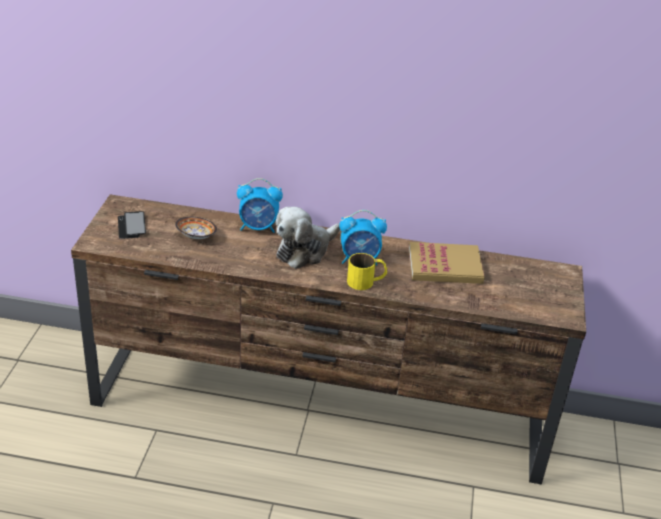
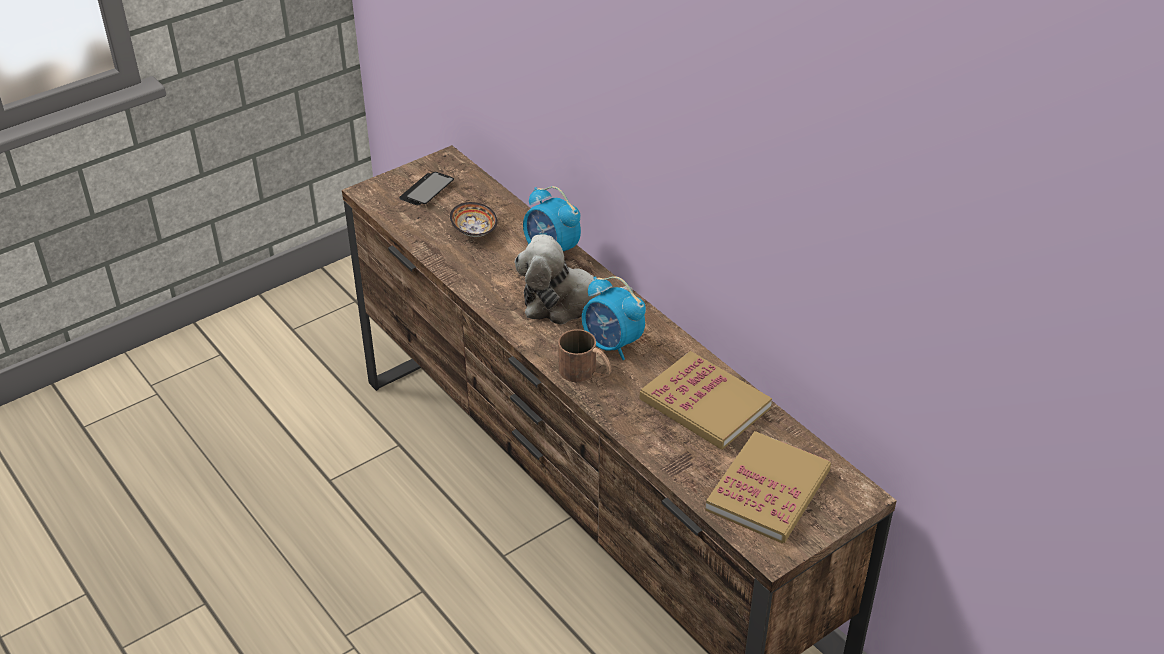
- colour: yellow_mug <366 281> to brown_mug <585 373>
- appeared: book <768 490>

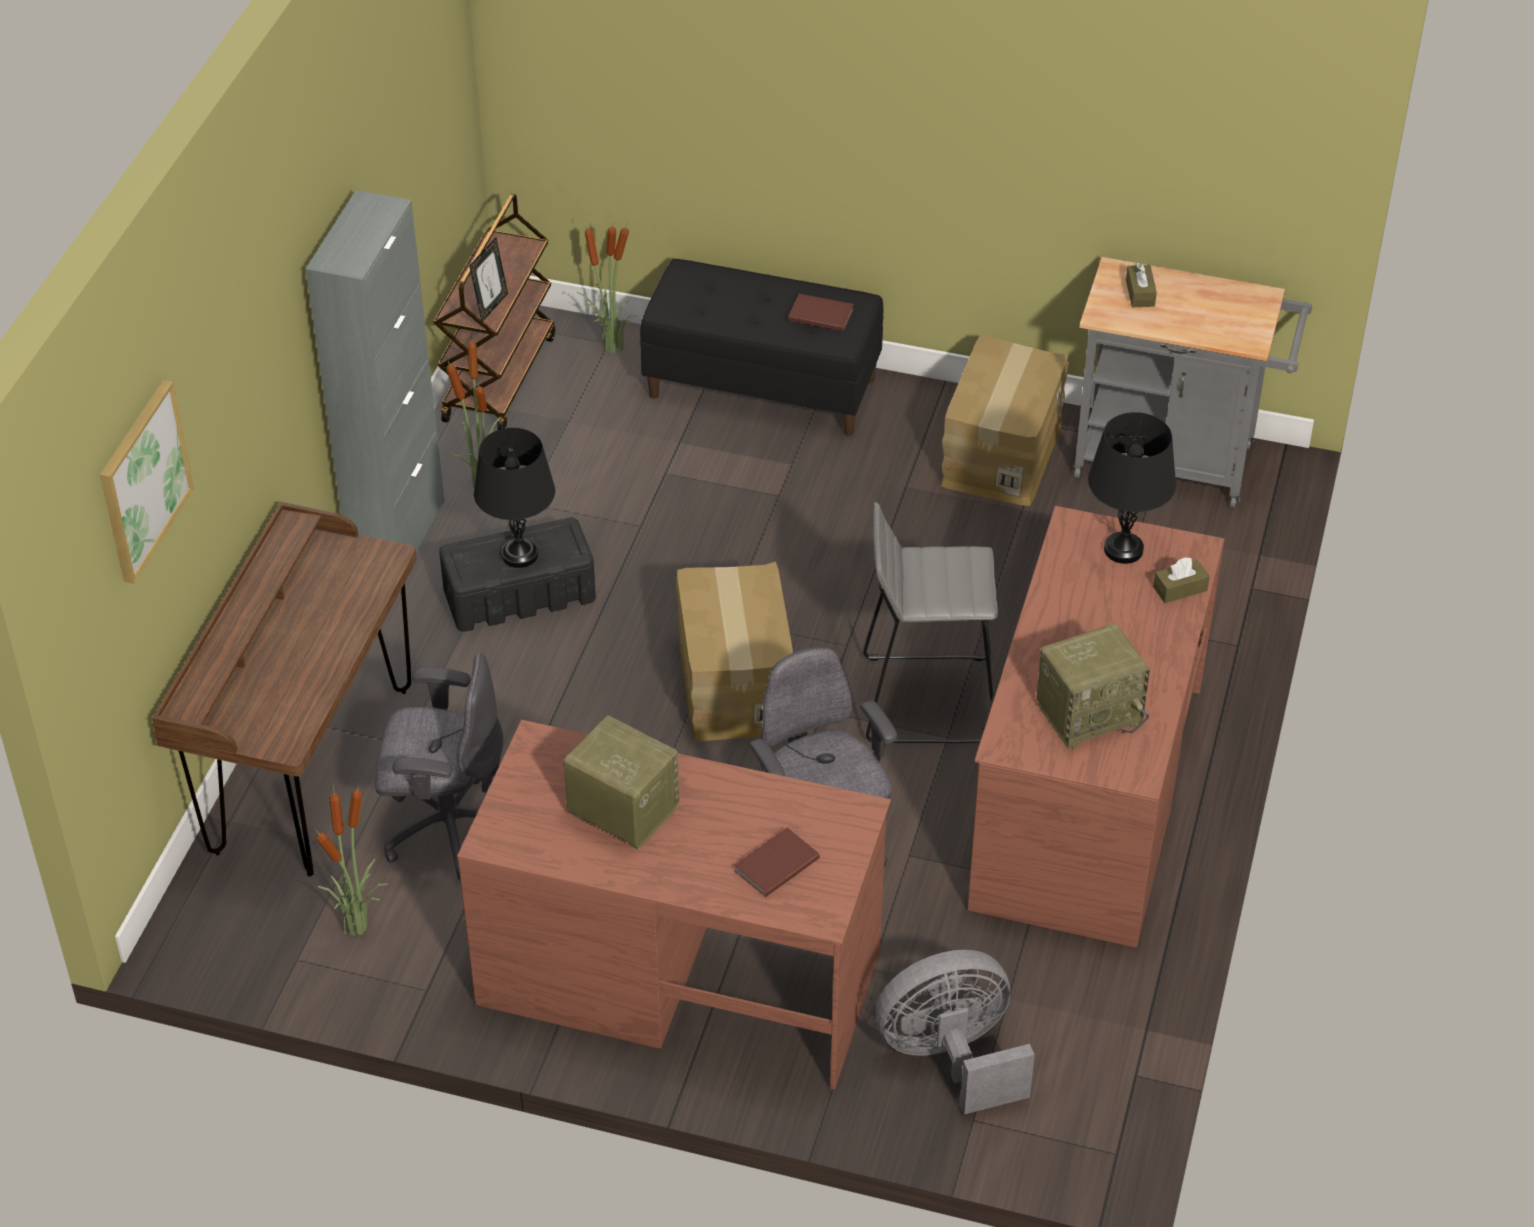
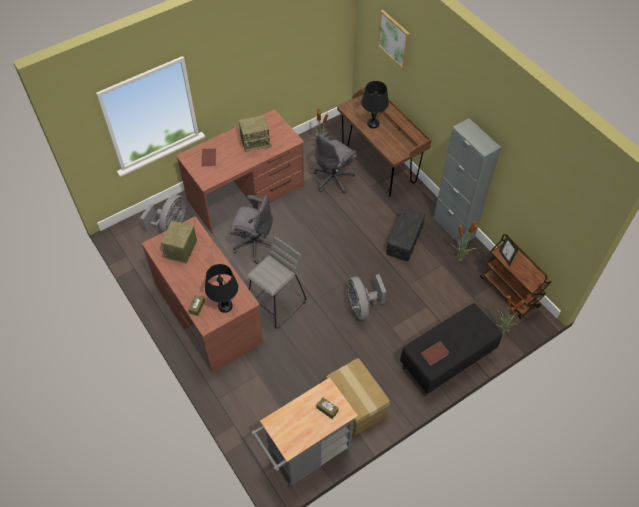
- appeared: grey_fan <362 306>
- relocated: black_table_lamp <519 555> to <373 124>
- missing: cardboard_box <733 684>

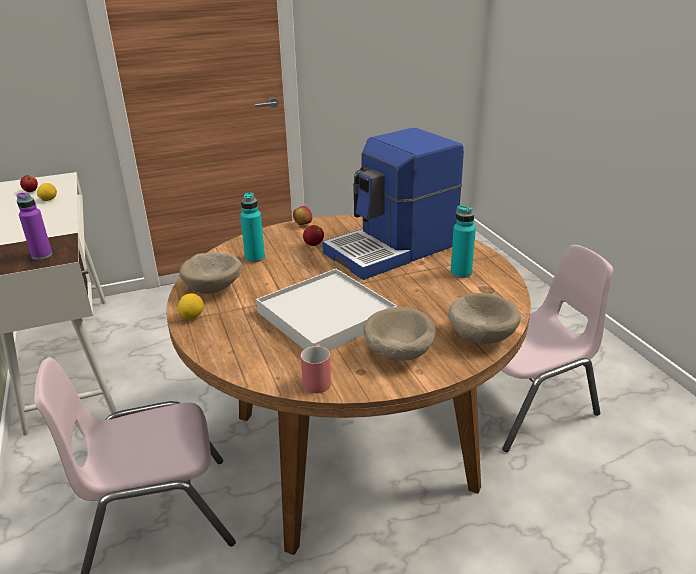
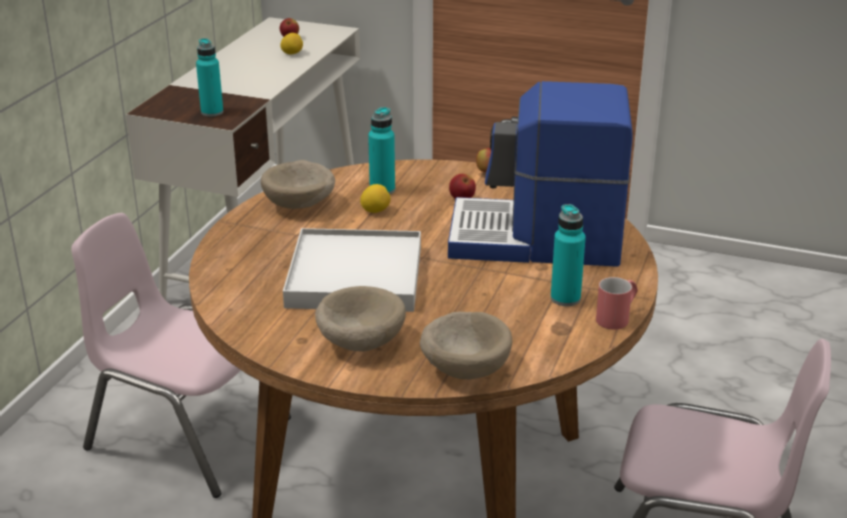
- colour: purple_bottle <42 255> to turquoise_bottle <212 112>
- relocated: lemon <192 317> to <375 211>
- relocated: red_mug <317 379> to <617 317>

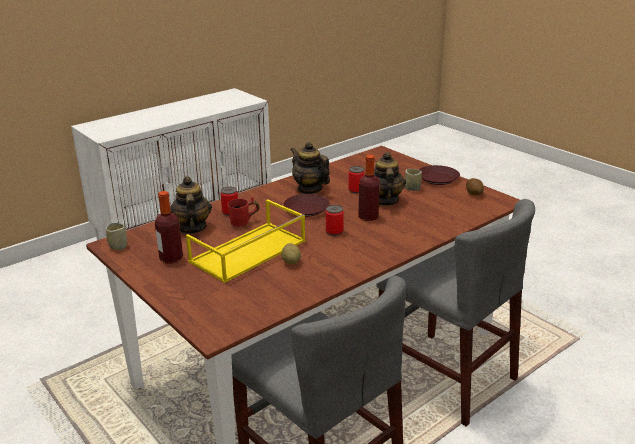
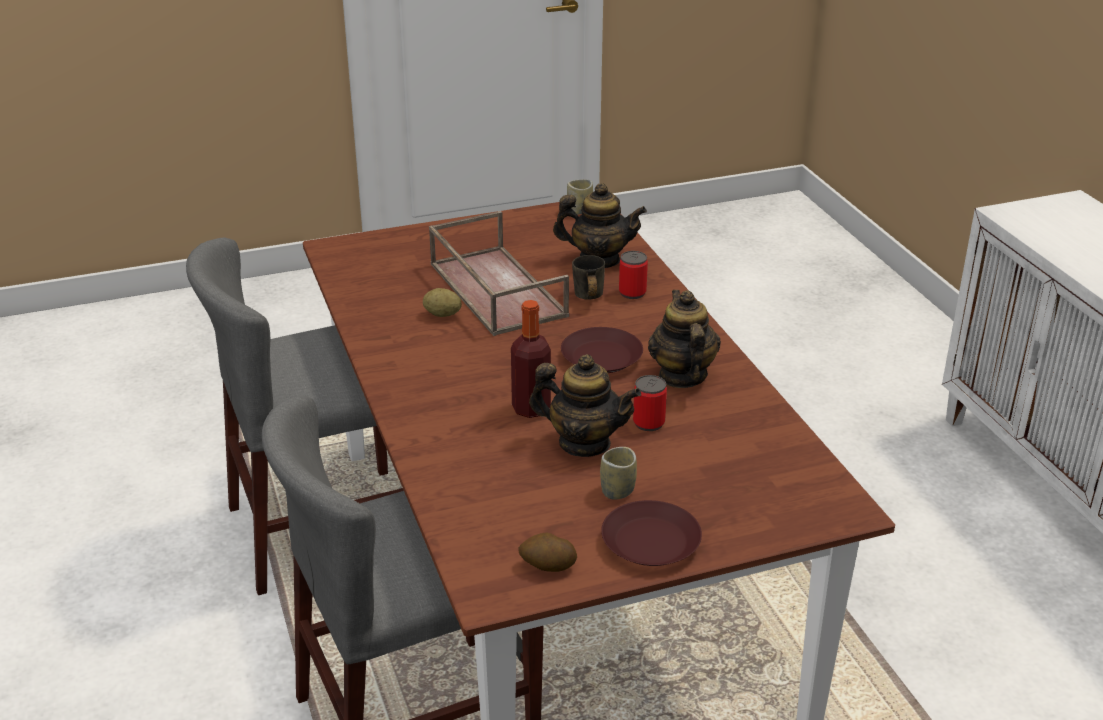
- colour: yellow_tray <248 252> to brown_tray <495 289>
- colour: red_mug <244 223> to grey_mug <586 298>
- spun: teapot <309 189> = <681 376> 75 degrees counterclockwise
- missing: bottle <171 258>
- missing: can <334 232>

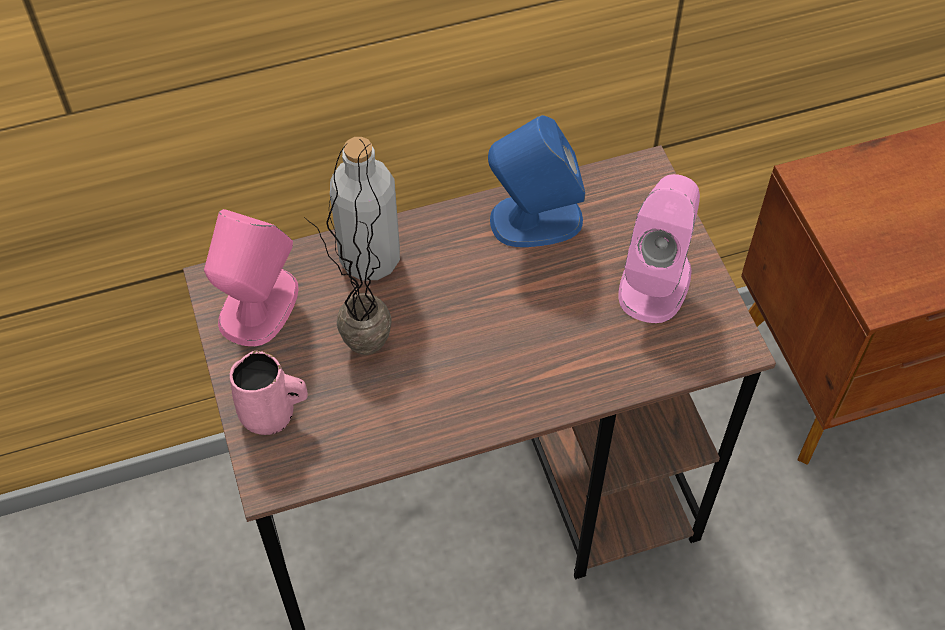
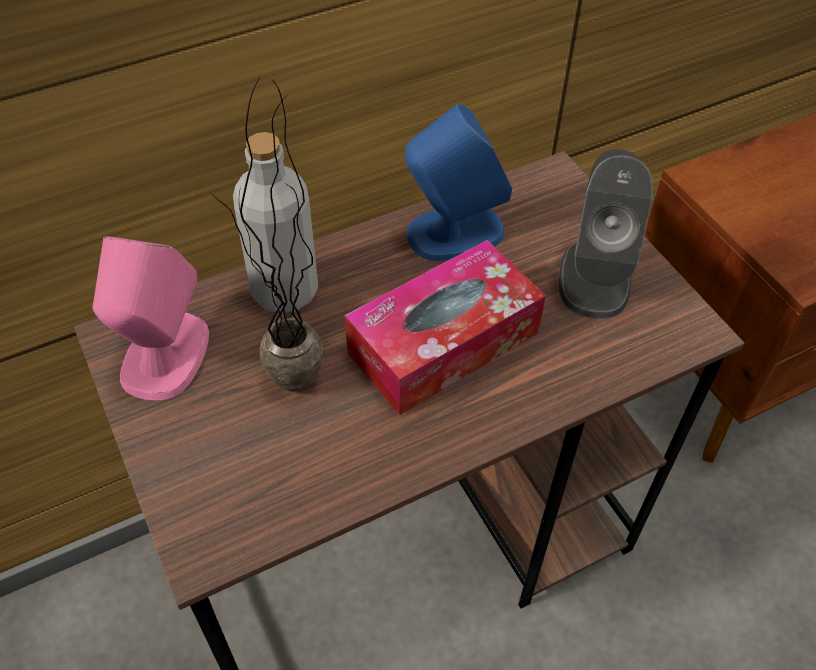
- appeared: tissue_box <443 343>
- colour: pink_speaker <655 281> to grey_speaker <595 277>
- missing: pink_mug <271 415>

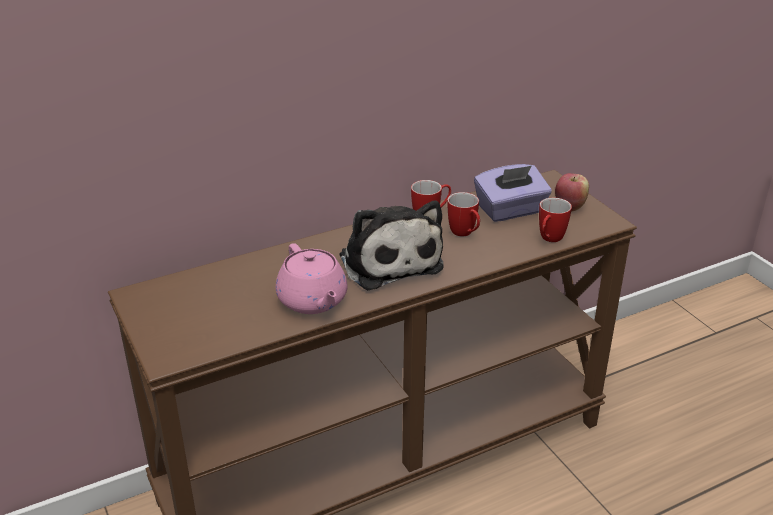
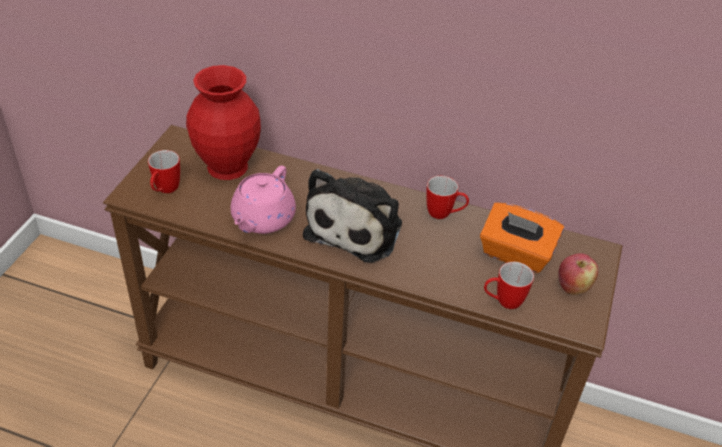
- relocated: mug <465 234> to <165 191>
- appeared: red_vase <229 166>
- colour: purple_tissue_box <510 210> to orange_tissue_box <515 254>

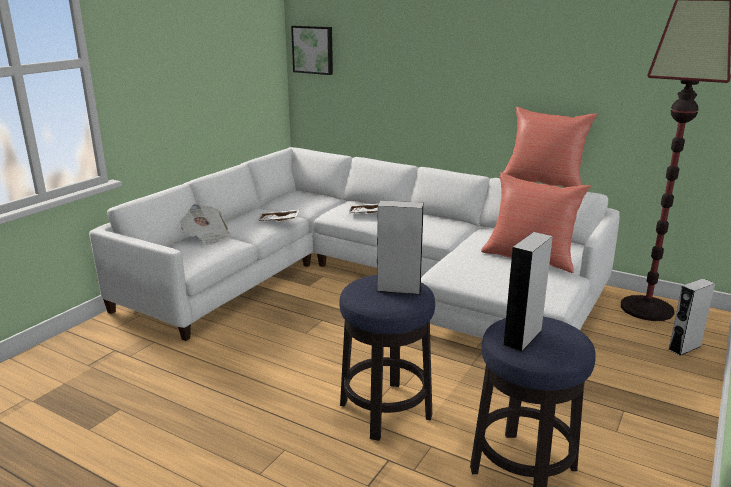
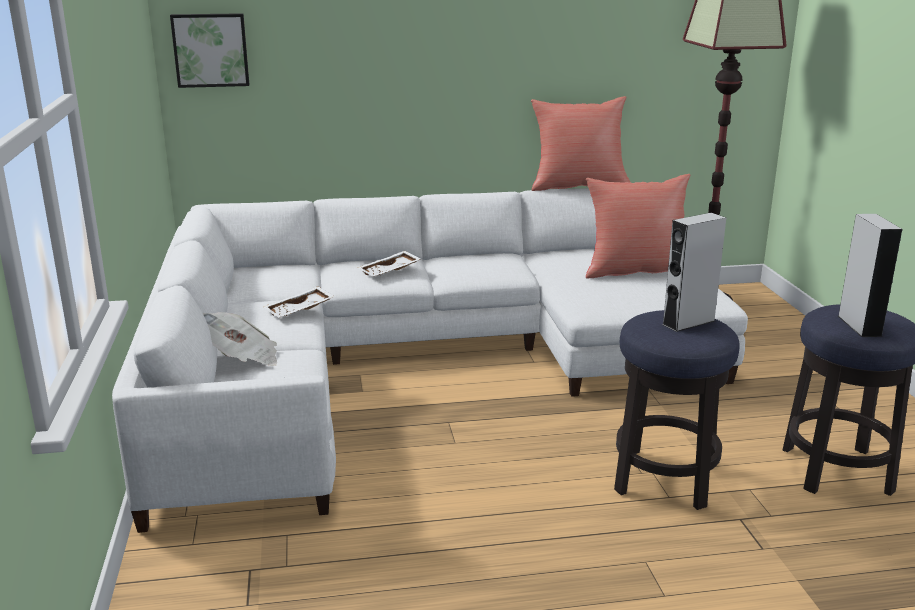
- missing: grey_speaker <684 347>

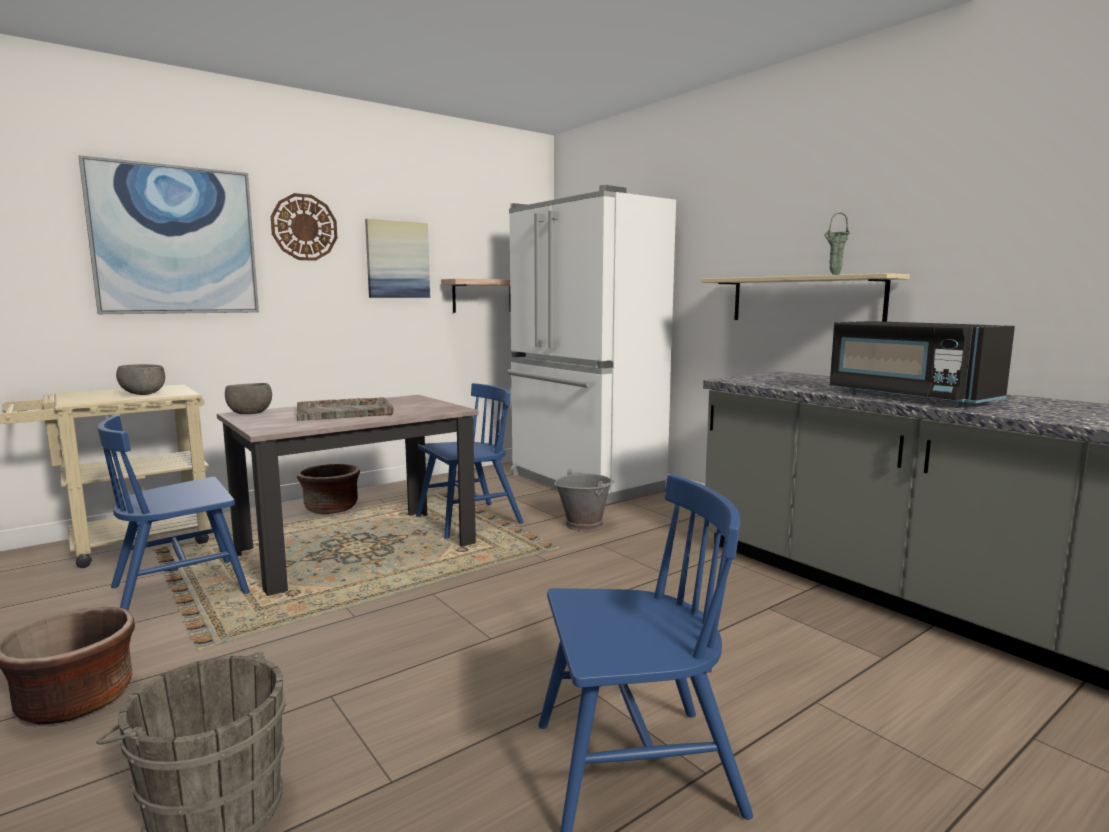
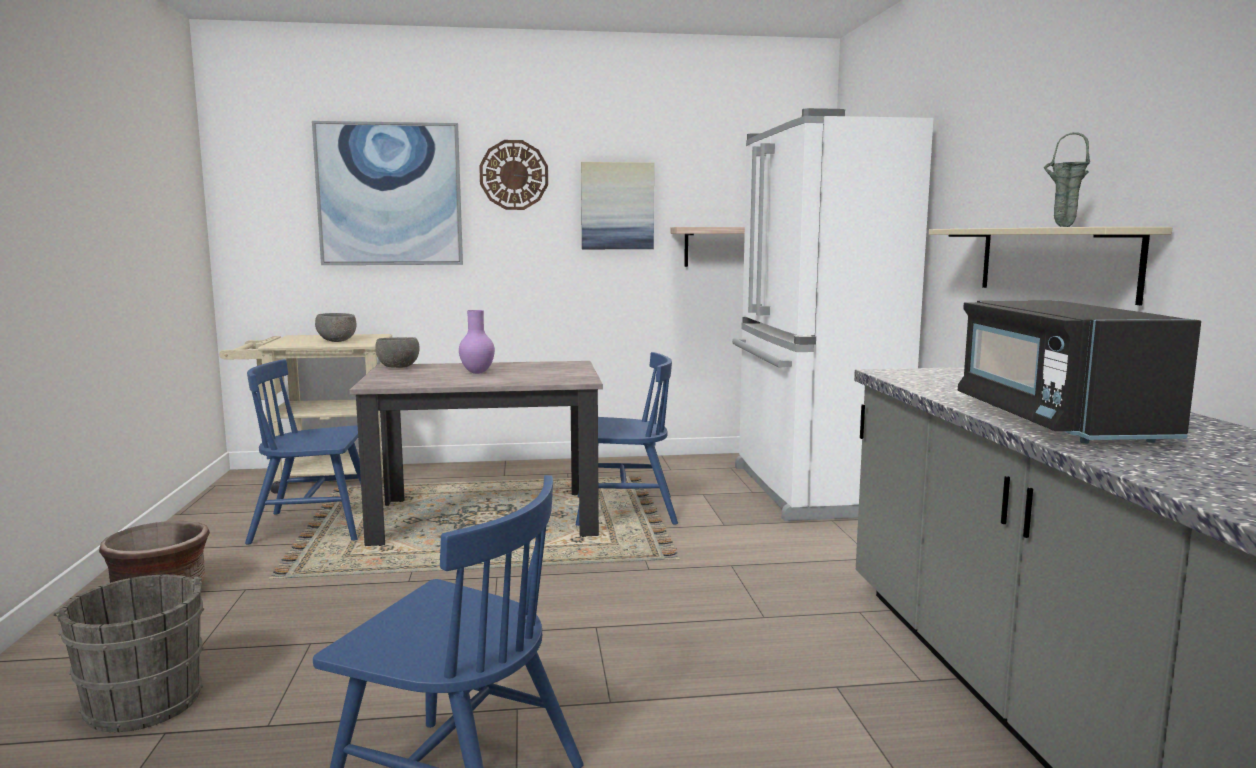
- exchanged: grey_tray <345 411> to purple_vase <477 373>
- missing: brown_planter <331 508>
- missing: grey_bucket <584 524>

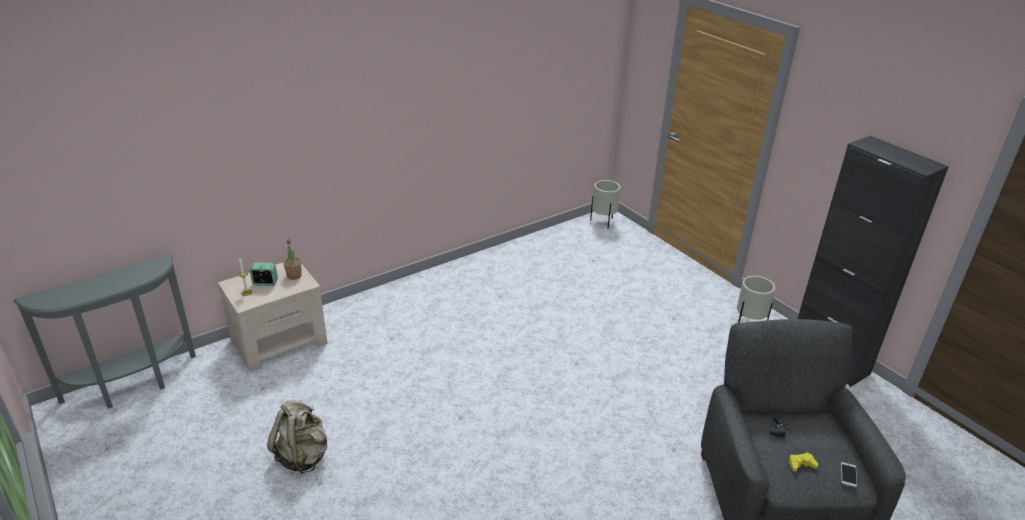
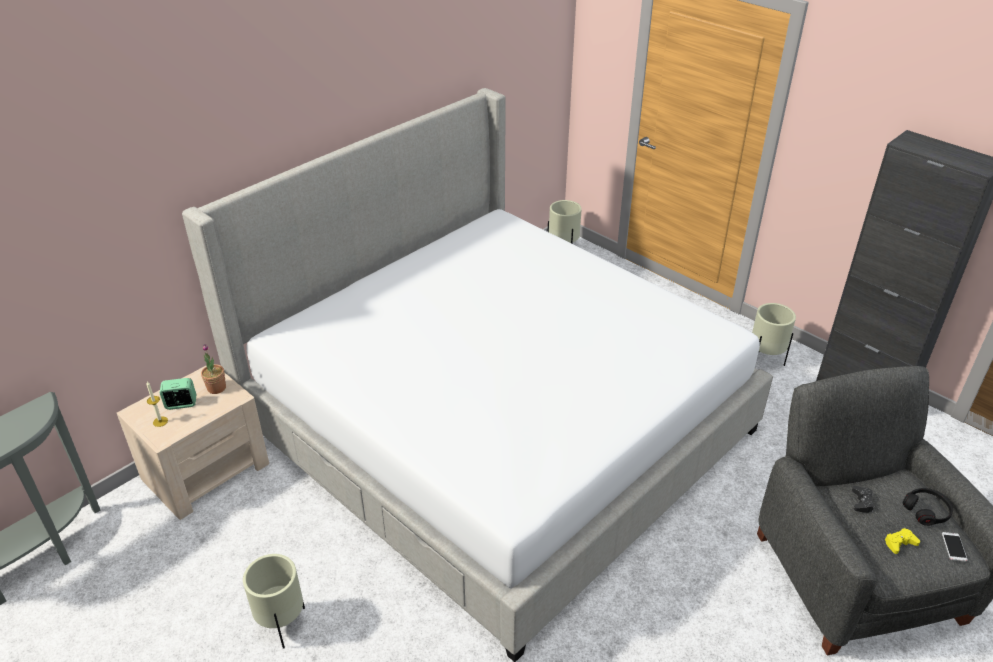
- appeared: bed <496 427>
- exchanged: beige_backpack <303 456> to beige_planter <282 625>
- appeared: black_headphones <926 510>

